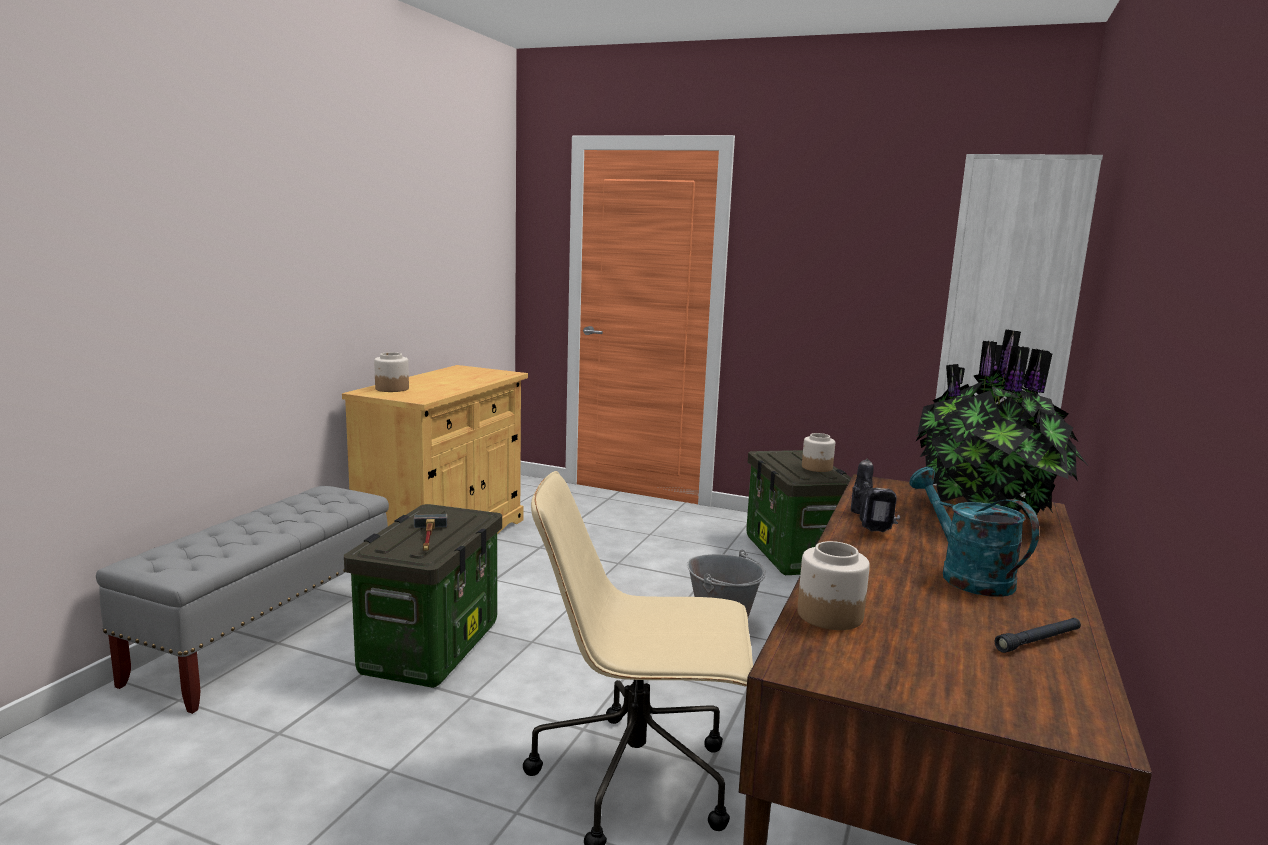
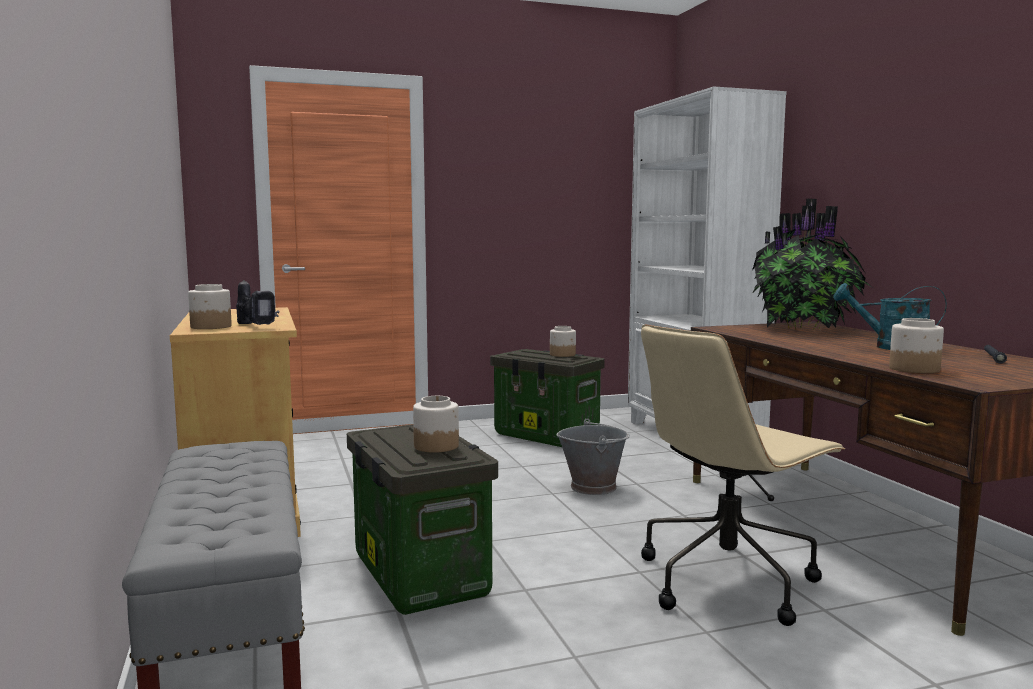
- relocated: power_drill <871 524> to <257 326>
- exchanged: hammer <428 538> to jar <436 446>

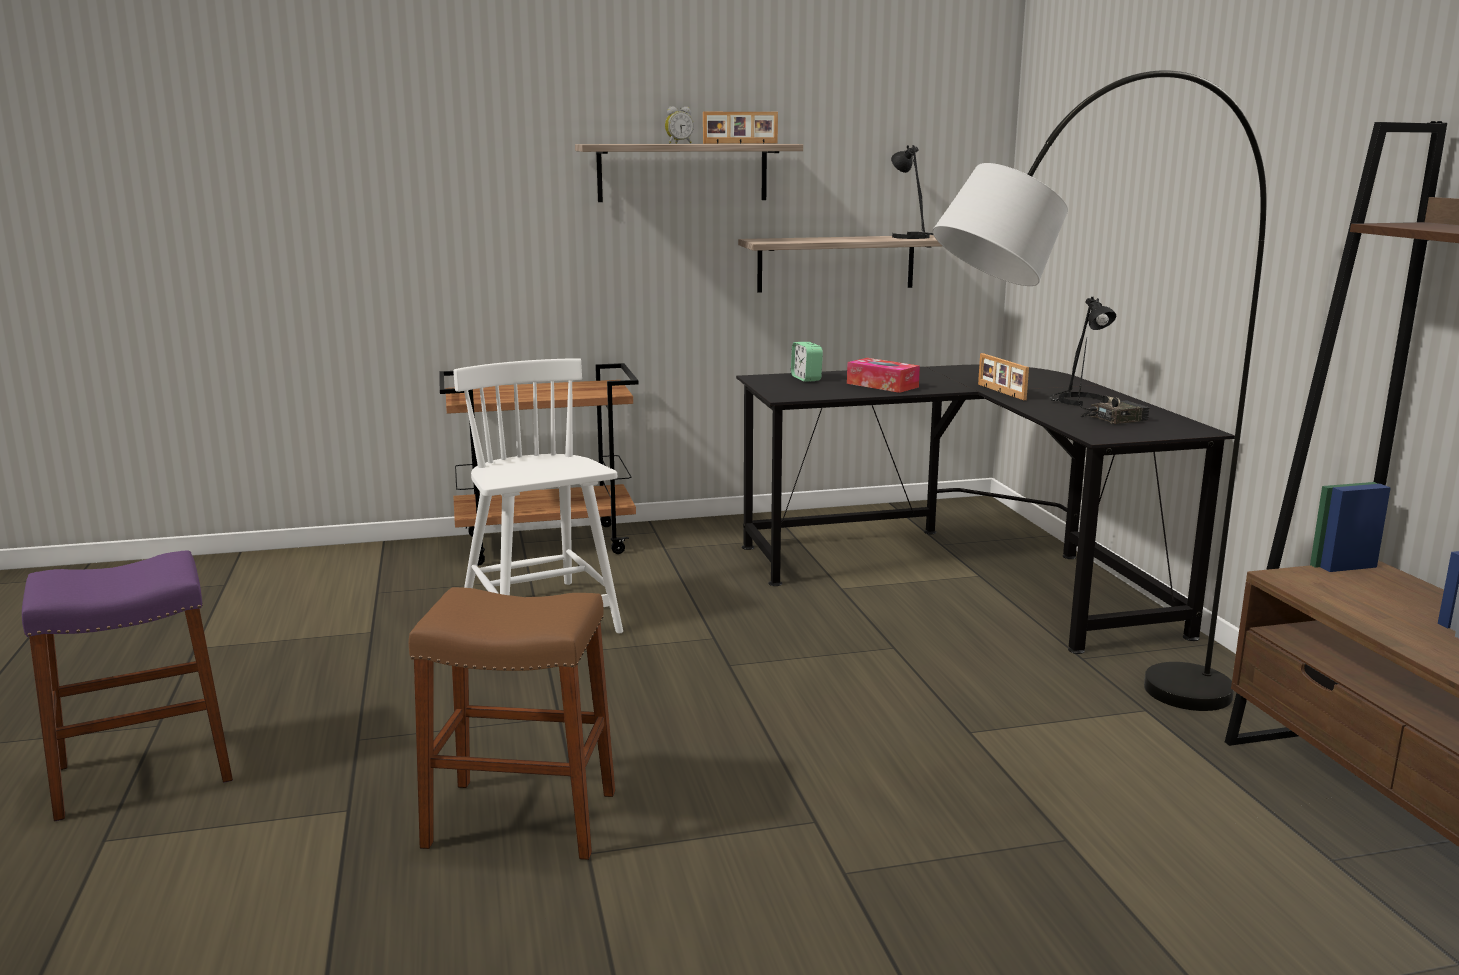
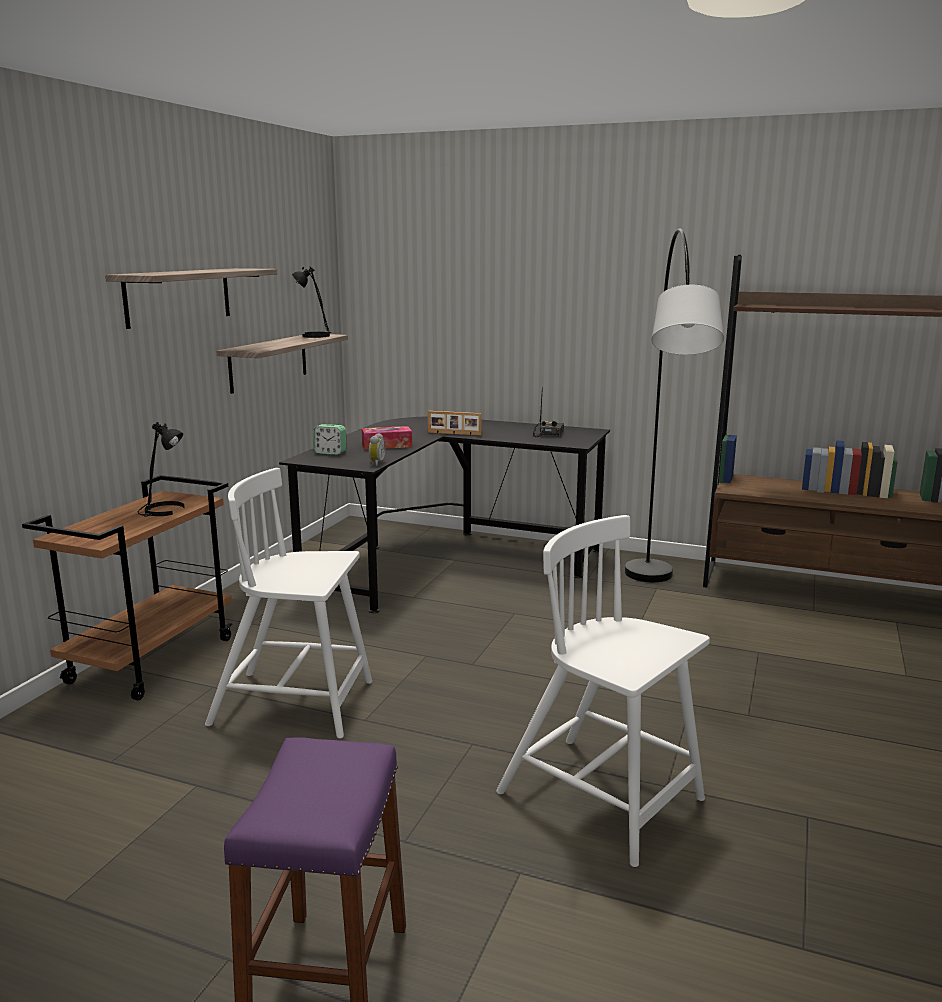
- relocated: black_table_lamp <1078 401> to <163 511>
- relocated: alarm_clock <678 143> to <376 463>
- exchanged: brown_stool <521 819> to white_chair <603 798>
- missing: picture_frame <740 143>

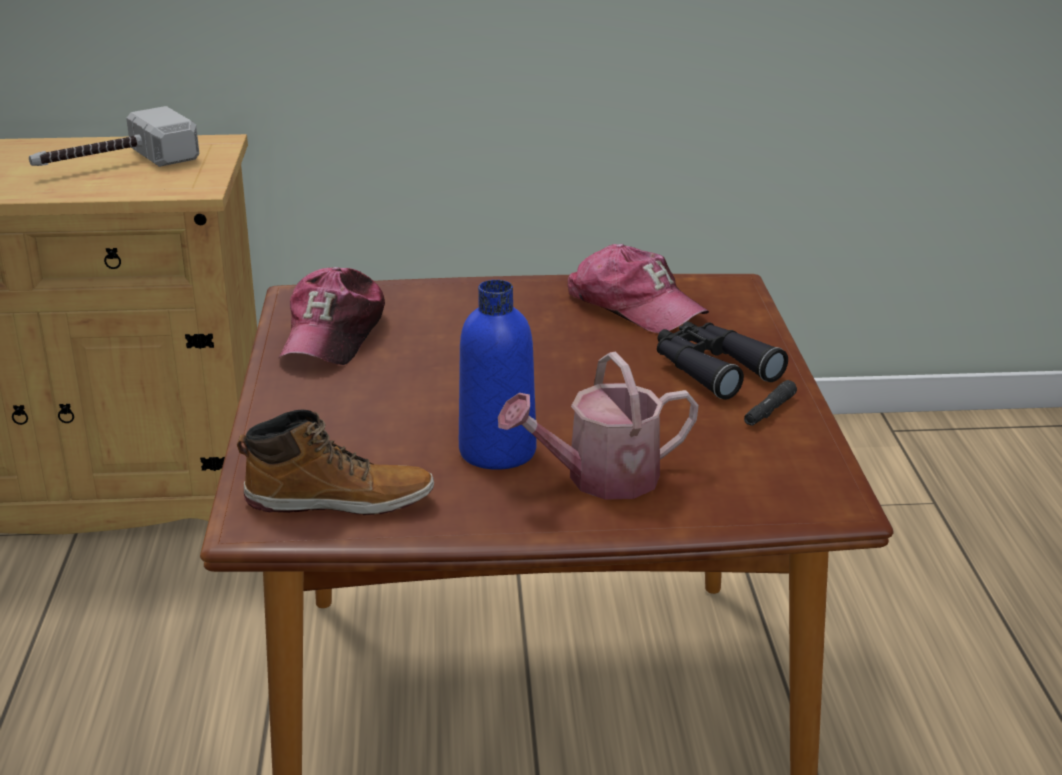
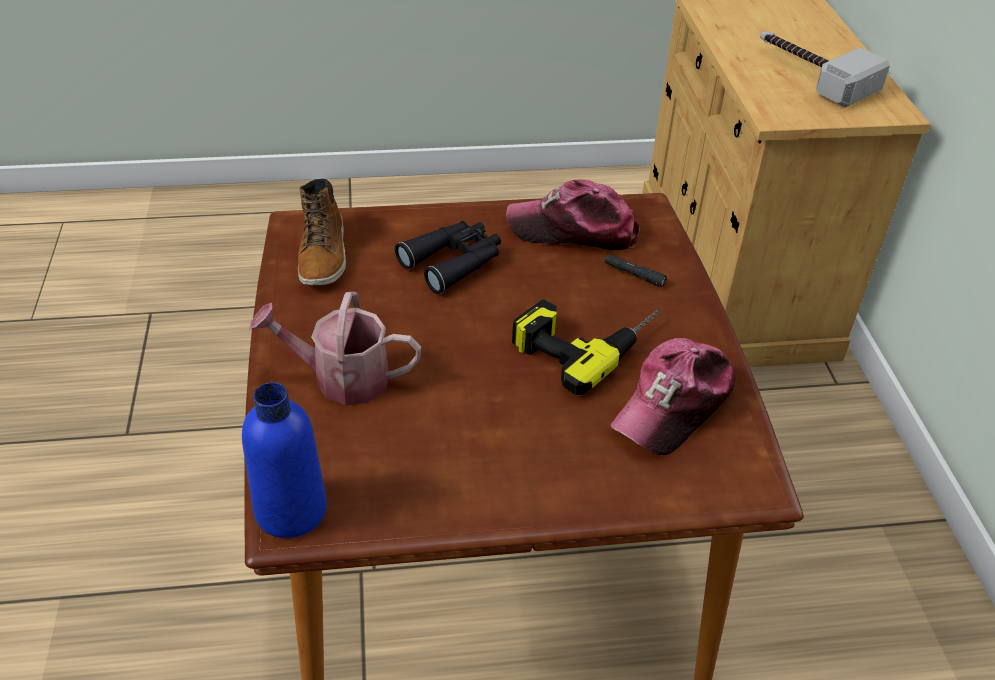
- relocated: blue_bottle <497 451> to <291 510>
- spun: watering_can <600 479> = <341 378> 60 degrees counterclockwise
- relocated: black_binoculars <711 369> to <454 262>
- appeared: power_drill <584 339>
- relocated: black_flashlight <769 411> to <633 275>

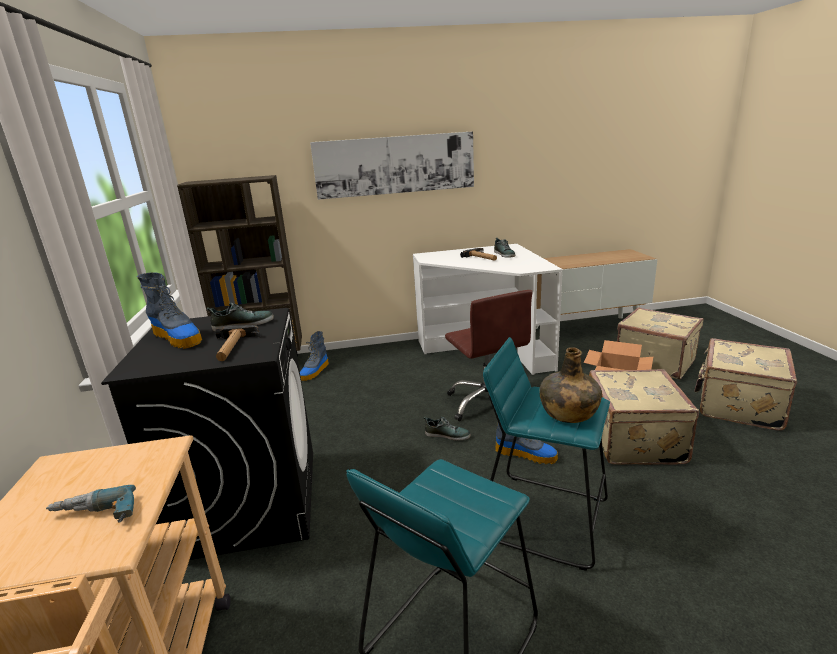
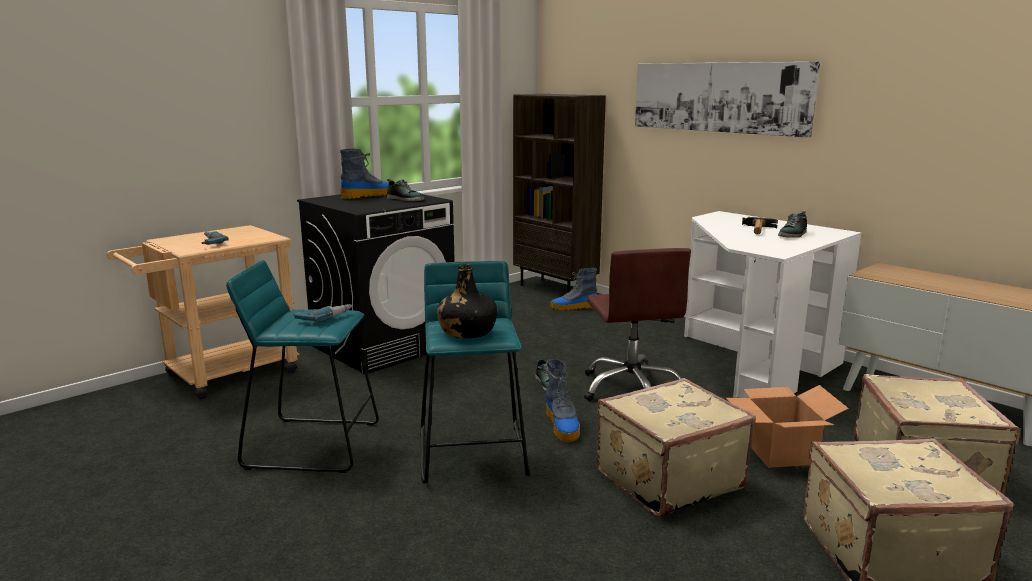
- appeared: power_drill <324 317>
- spun: boot <178 338> = <368 195> 135 degrees counterclockwise
- colour: green_bottle <568 412> to black_bottle <467 332>
- spun: brown_office_chair <488 403> = <631 389> 45 degrees counterclockwise
- missing: hammer <232 347>

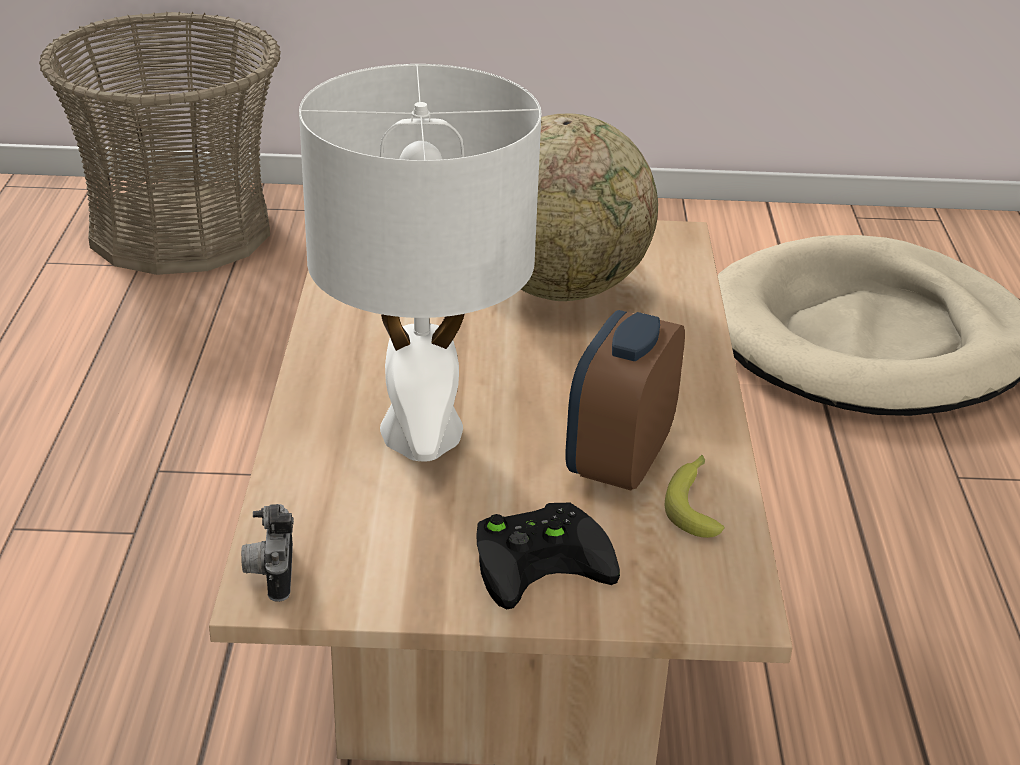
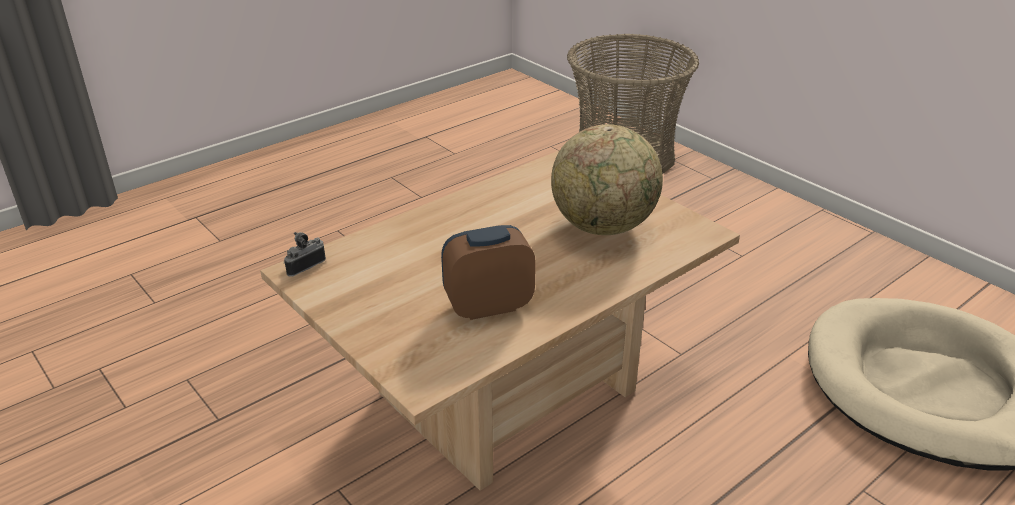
- missing: white_table_lamp <421 435>
- missing: black_game_controller <543 558>
- missing: banana <696 502>

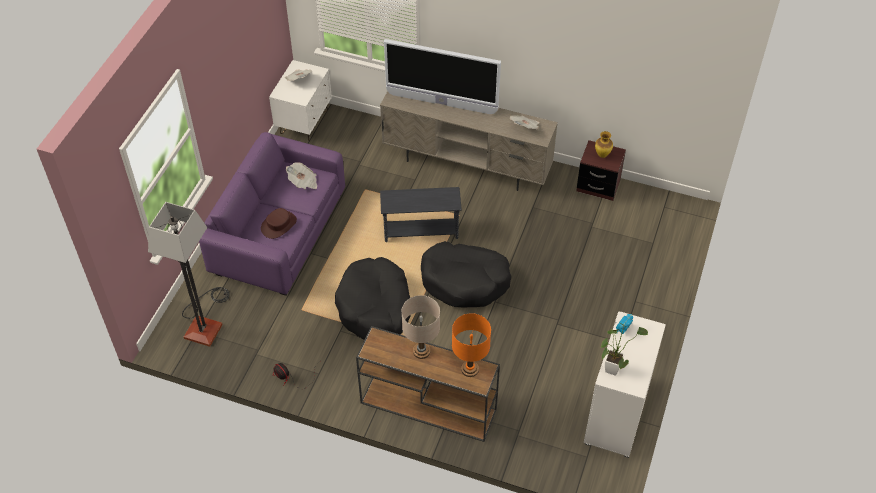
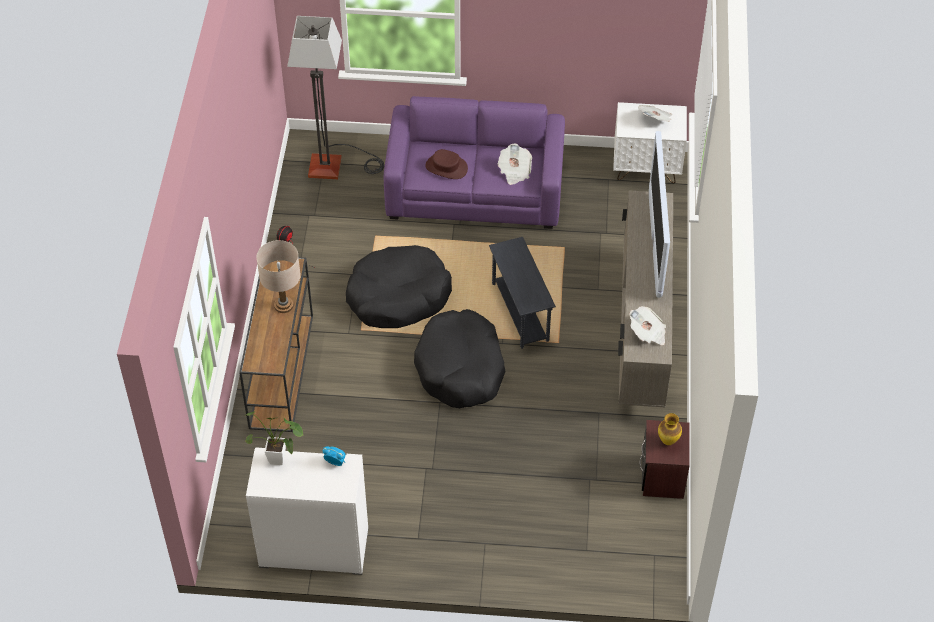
- missing: orange_table_lamp <470 369>

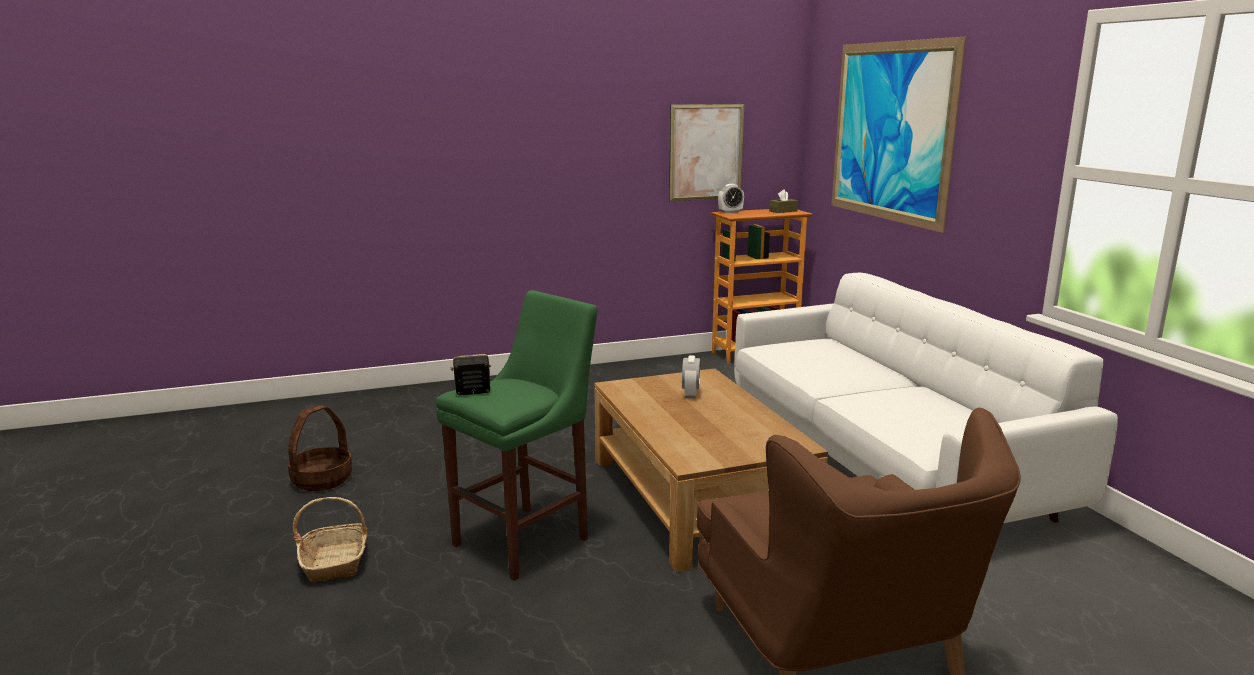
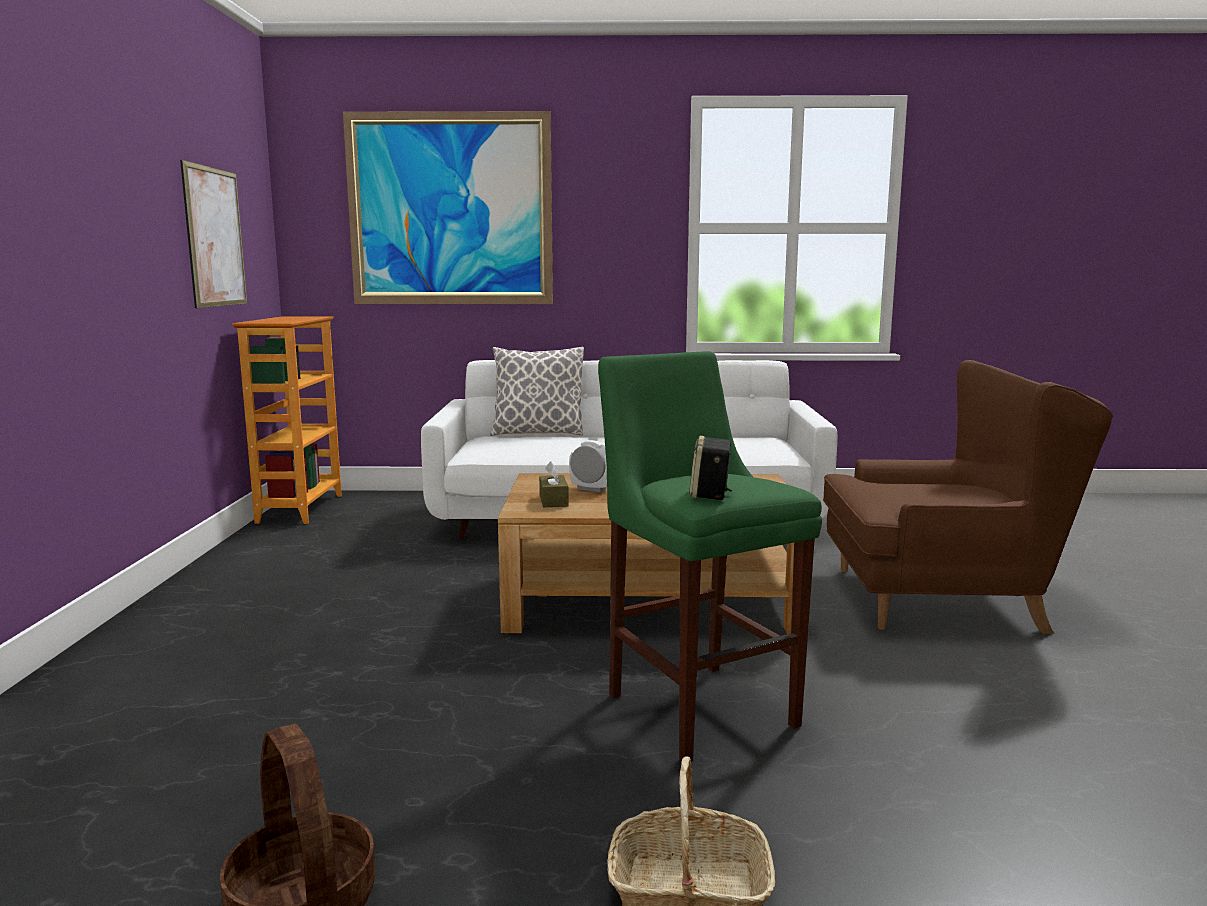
- appeared: pillow <537 434>
- relocated: brown_tissue_box <783 211> to <553 500>
- missing: alarm_clock <730 212>

